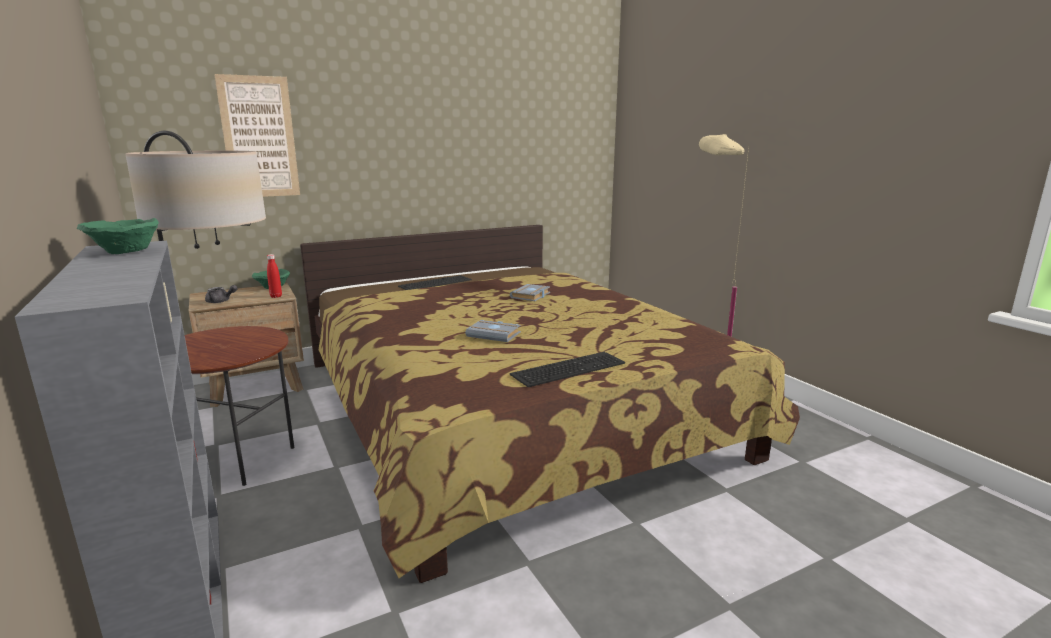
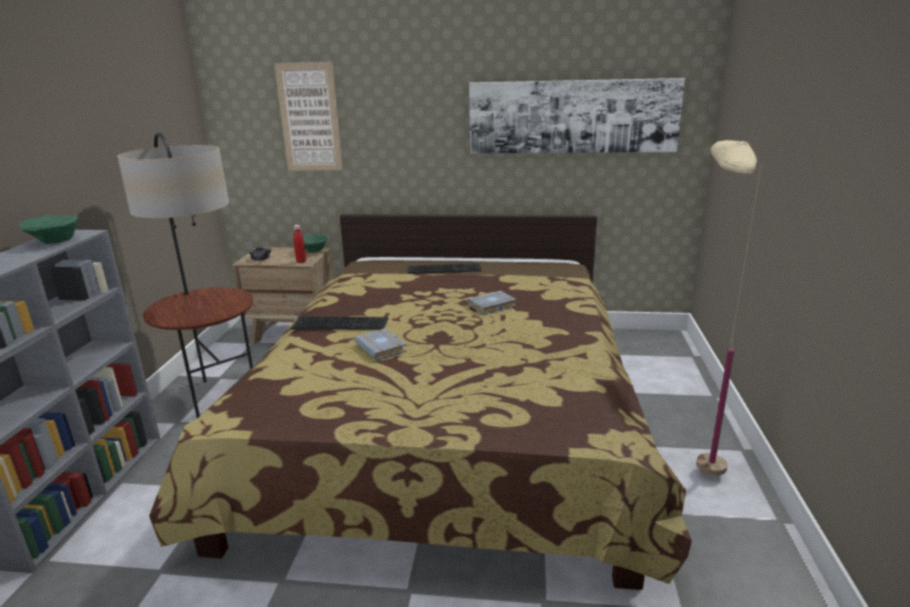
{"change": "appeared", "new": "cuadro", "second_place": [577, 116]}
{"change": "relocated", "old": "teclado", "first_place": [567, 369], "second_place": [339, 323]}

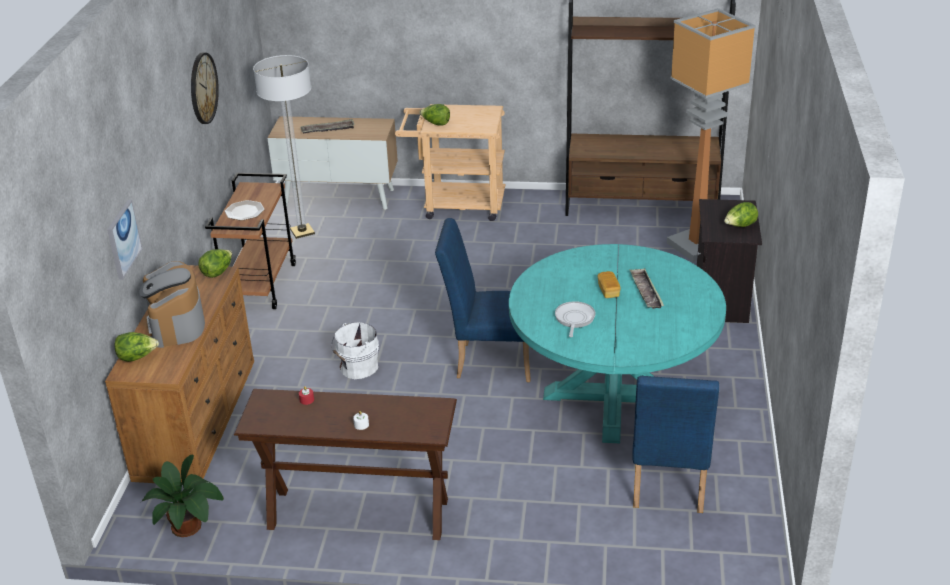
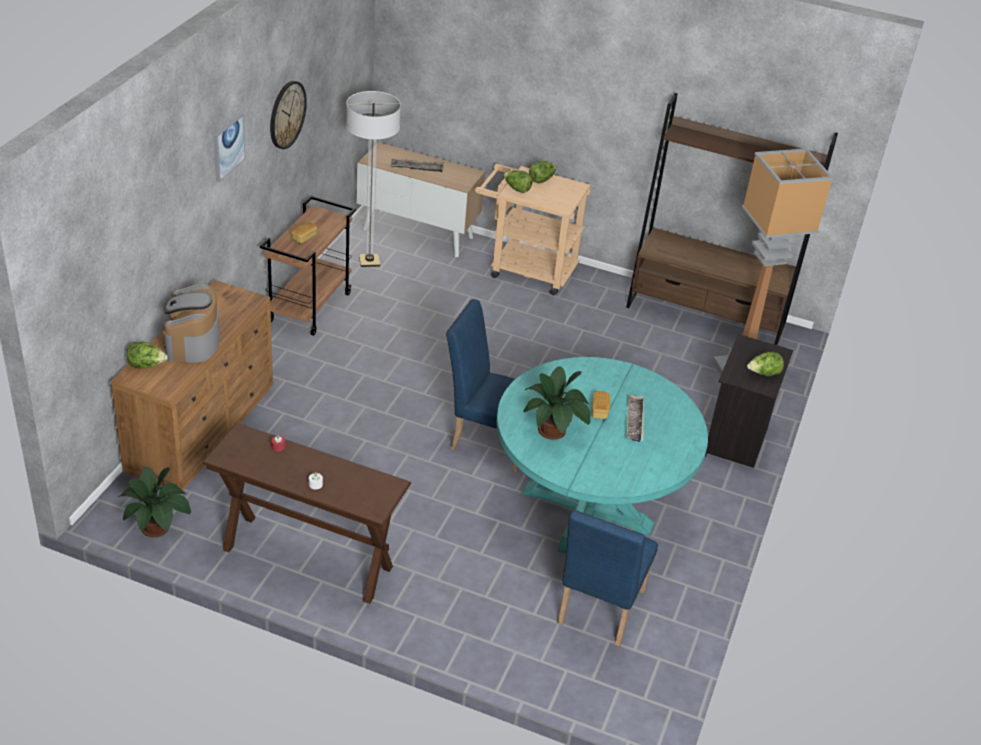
{"change": "missing", "old": "cubo/blanco", "first_place": [355, 350]}
{"change": "relocated", "old": "cuadro", "first_place": [125, 240], "second_place": [229, 147]}
{"change": "relocated", "old": "lechuga", "first_place": [215, 263], "second_place": [542, 172]}
{"change": "exchanged", "old": "plato", "new": "pan", "first_place": [245, 210], "second_place": [304, 232]}
{"change": "exchanged", "old": "sartén", "new": "planta en maceta", "first_place": [575, 319], "second_place": [557, 403]}

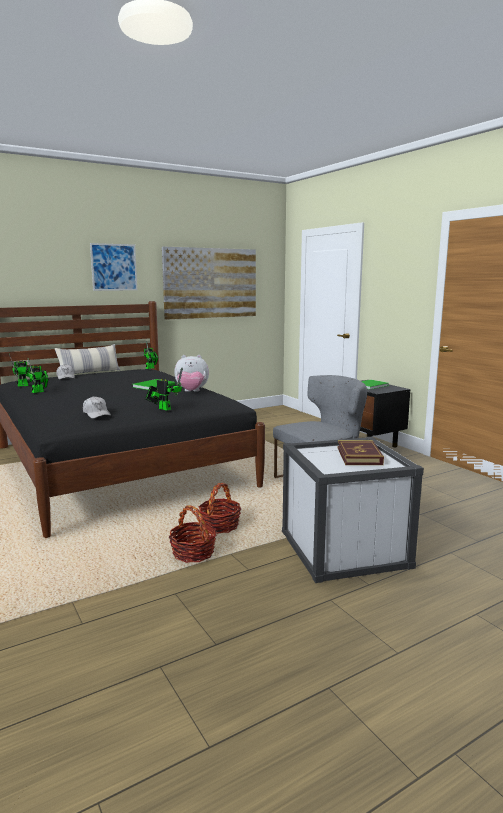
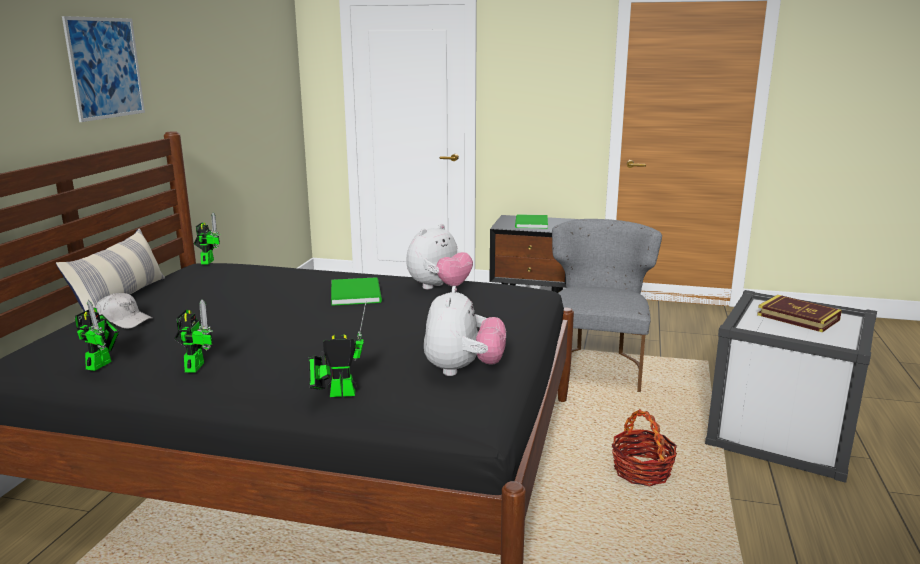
{"change": "missing", "old": "cuadro", "first_place": [209, 283]}
{"change": "missing", "old": "cesta", "first_place": [193, 534]}
{"change": "relocated", "old": "robot de juguete", "first_place": [164, 389], "second_place": [337, 349]}
{"change": "exchanged", "old": "gorra/blanco", "new": "peluche", "first_place": [97, 407], "second_place": [465, 331]}

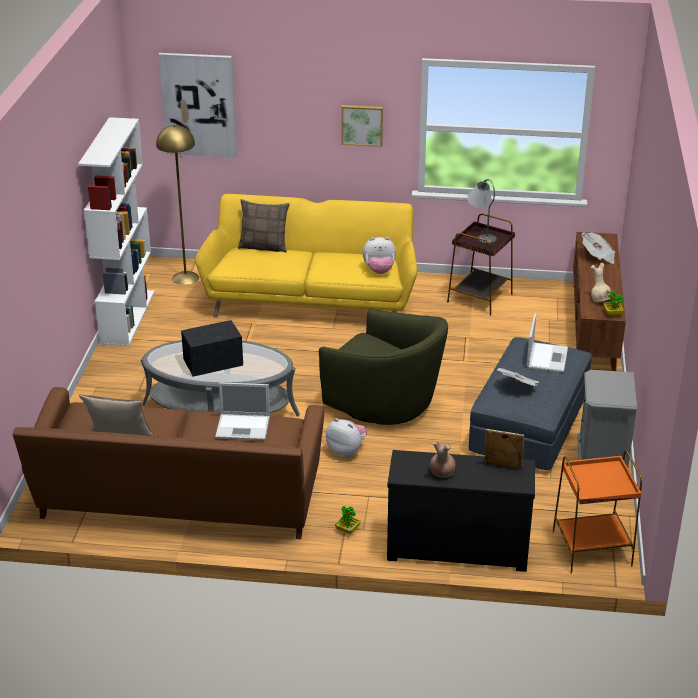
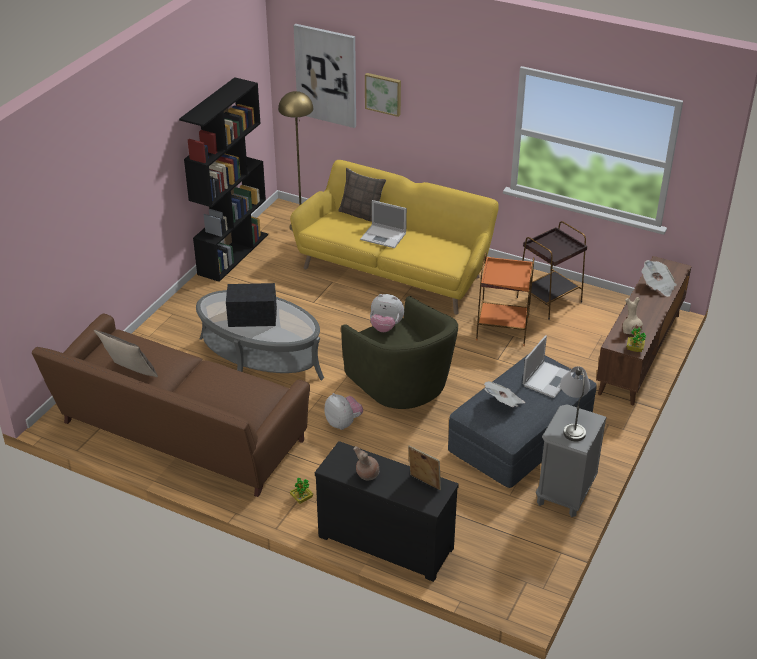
{"change": "relocated", "old": "portátil", "first_place": [242, 411], "second_place": [383, 224]}
{"change": "relocated", "old": "cuadro", "first_place": [362, 126], "second_place": [383, 95]}
{"change": "relocated", "old": "peluche", "first_place": [379, 255], "second_place": [387, 313]}
{"change": "relocated", "old": "lámpara de mesa/gris", "first_place": [481, 212], "second_place": [575, 404]}
{"change": "relocated", "old": "mesa auxiliar/naranja", "first_place": [597, 512], "second_place": [505, 299]}
{"change": "colour", "old": "estantería/blanco", "new": "estantería/negro", "first_place": [116, 231], "second_place": [223, 179]}

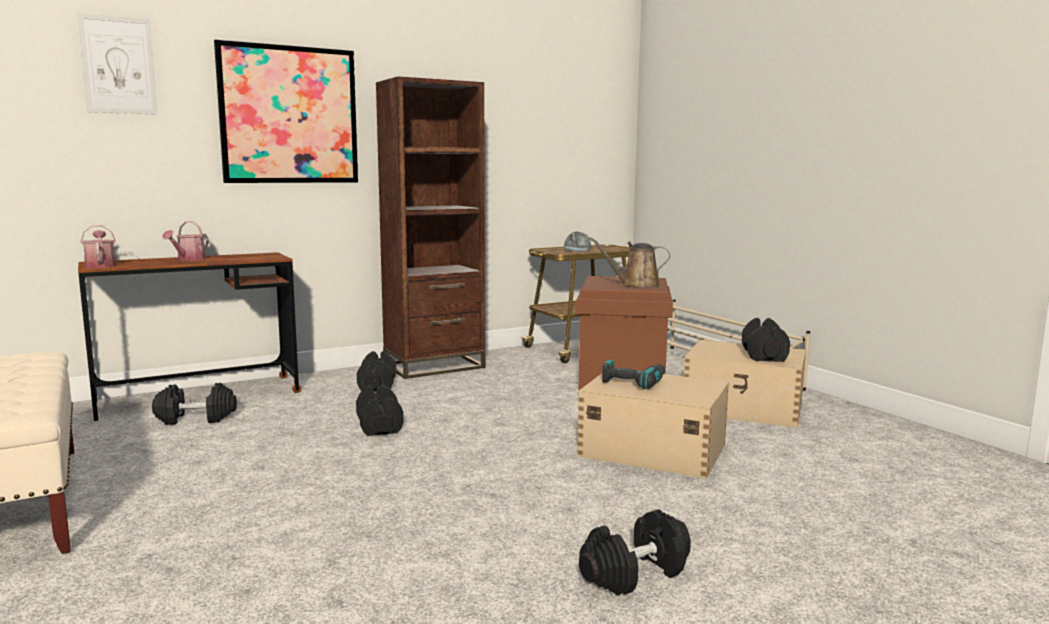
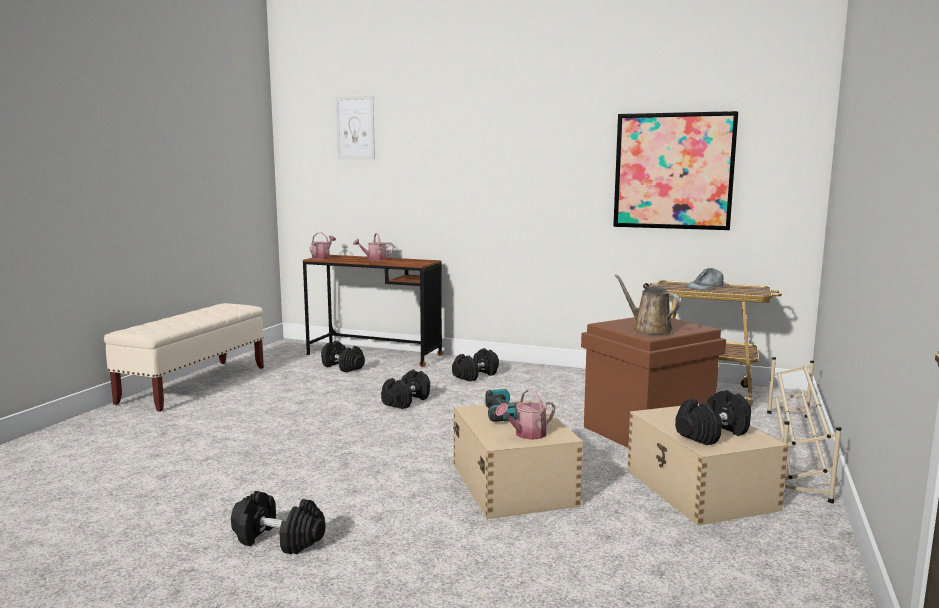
{"change": "missing", "old": "estantería/marrón", "first_place": [430, 228]}
{"change": "appeared", "new": "regadera", "second_place": [525, 414]}
{"change": "relocated", "old": "cuadro", "first_place": [286, 111], "second_place": [675, 170]}

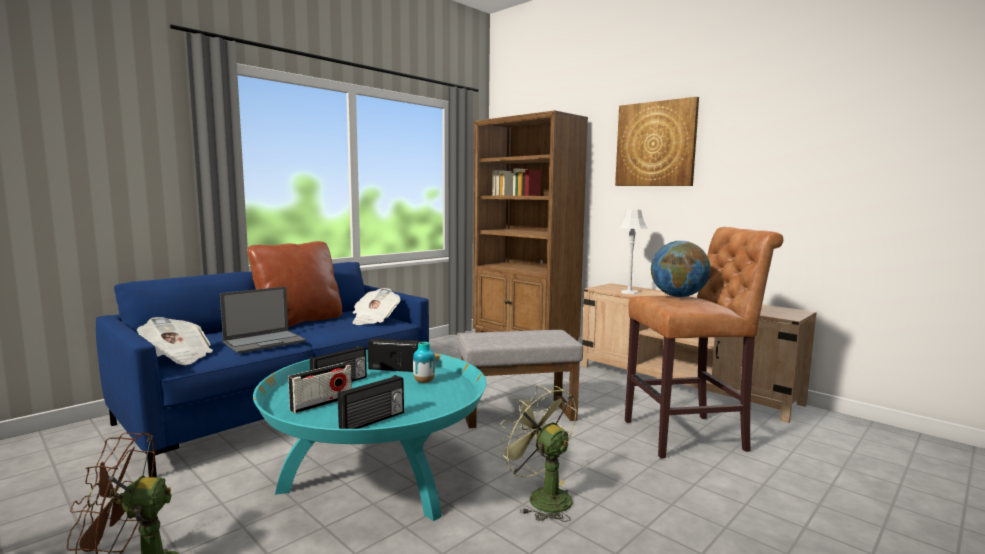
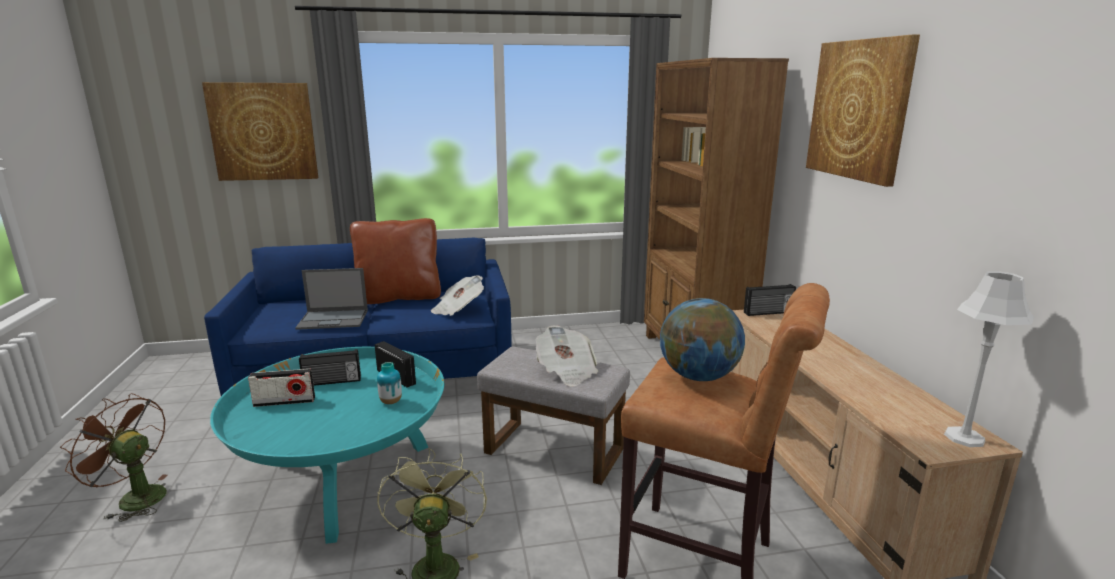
{"change": "appeared", "new": "cuadro", "second_place": [260, 131]}
{"change": "relocated", "old": "periódico", "first_place": [175, 341], "second_place": [567, 356]}
{"change": "relocated", "old": "radio", "first_place": [371, 402], "second_place": [770, 300]}
{"change": "relocated", "old": "lámpara de mesa/gris", "first_place": [633, 251], "second_place": [989, 359]}

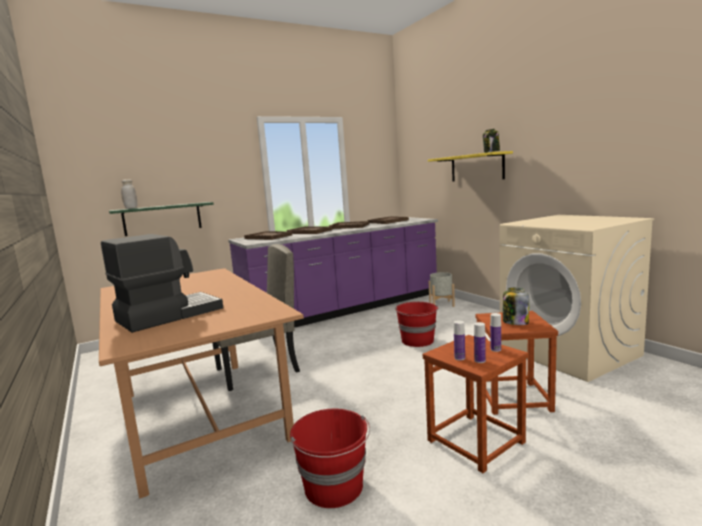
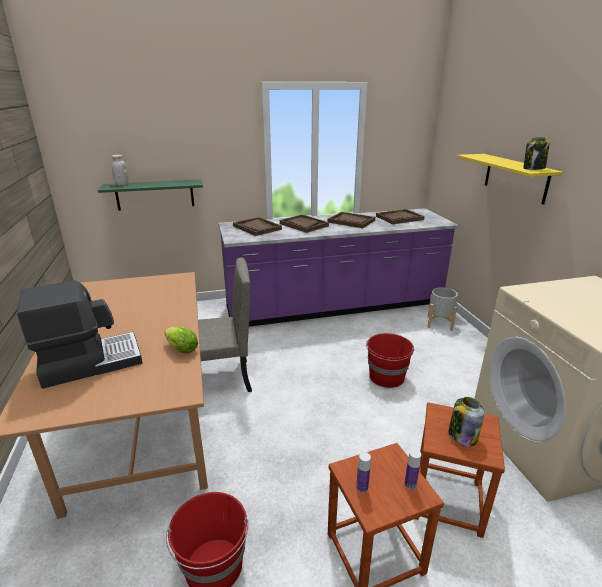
{"change": "missing", "old": "botella", "first_place": [480, 342]}
{"change": "appeared", "new": "lechuga", "second_place": [181, 340]}

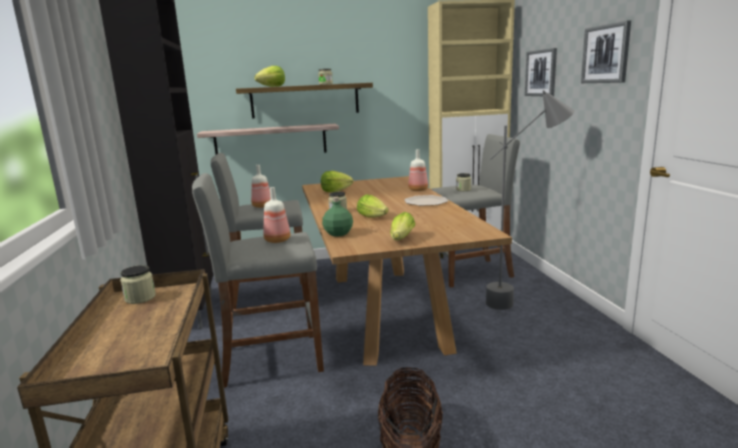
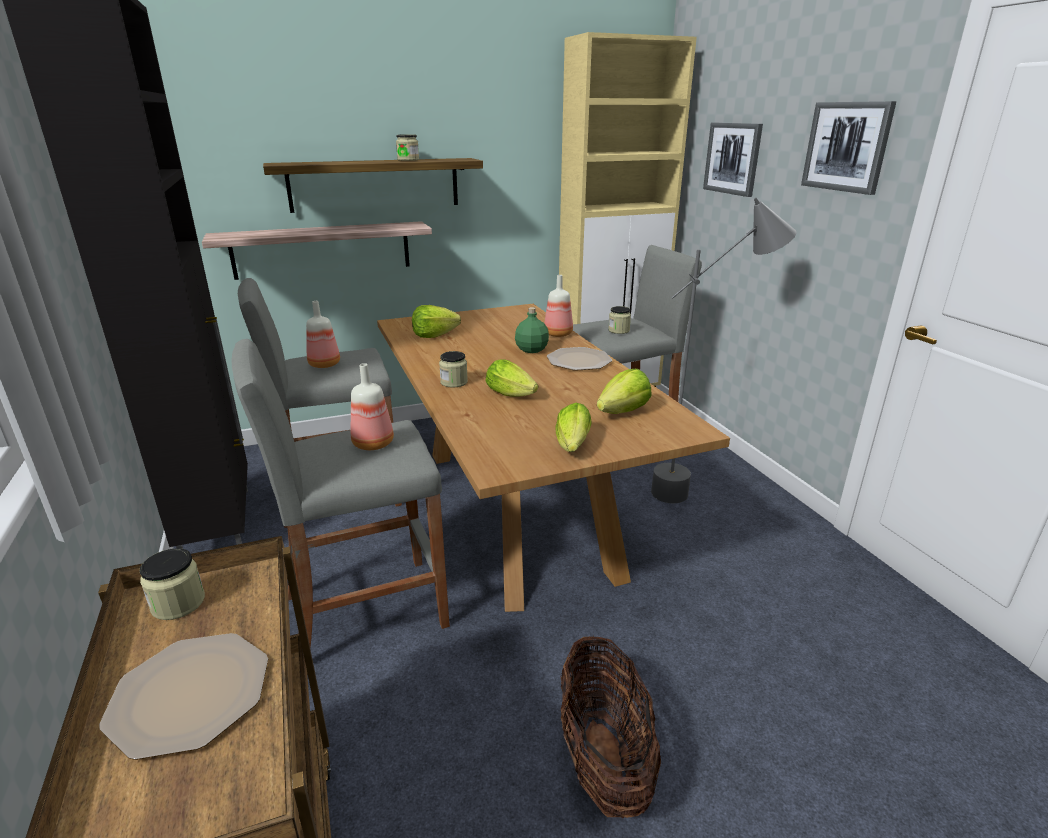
{"change": "appeared", "new": "plato", "second_place": [183, 696]}
{"change": "relocated", "old": "lechuga", "first_place": [270, 76], "second_place": [624, 391]}
{"change": "relocated", "old": "botella/verde", "first_place": [337, 217], "second_place": [532, 330]}

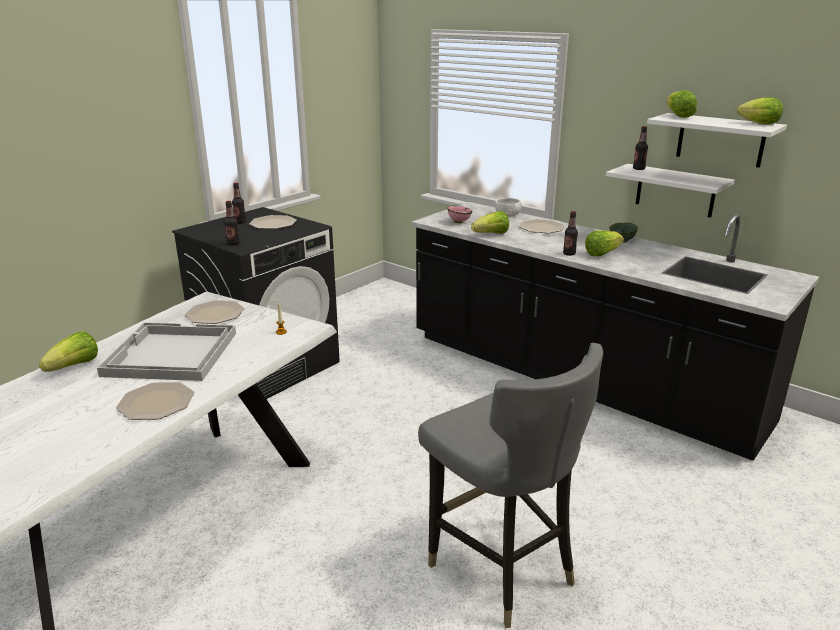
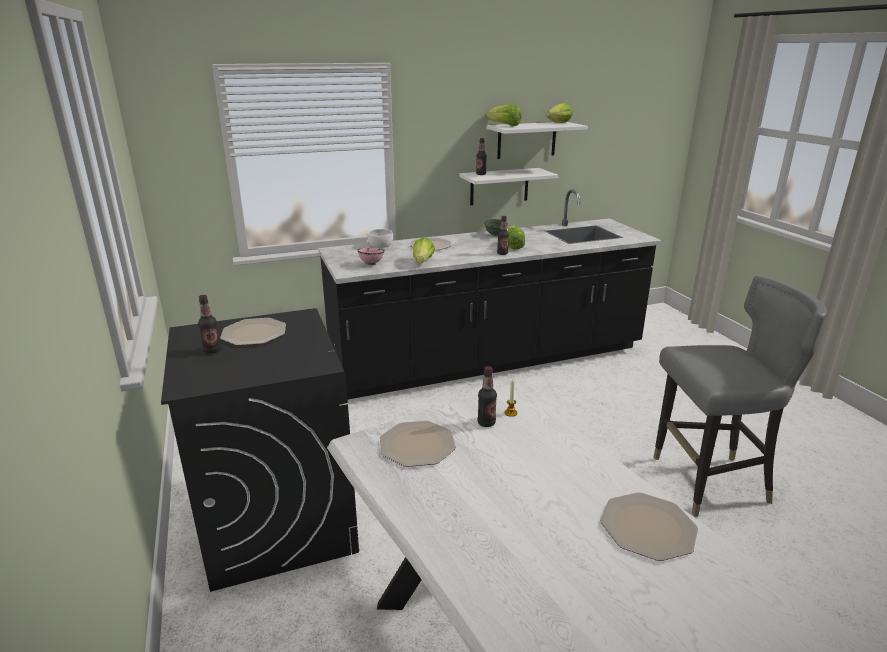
{"change": "missing", "old": "lechuga", "first_place": [68, 351]}
{"change": "missing", "old": "bandeja/blanco", "first_place": [166, 351]}
{"change": "relocated", "old": "botella", "first_place": [232, 223], "second_place": [487, 396]}

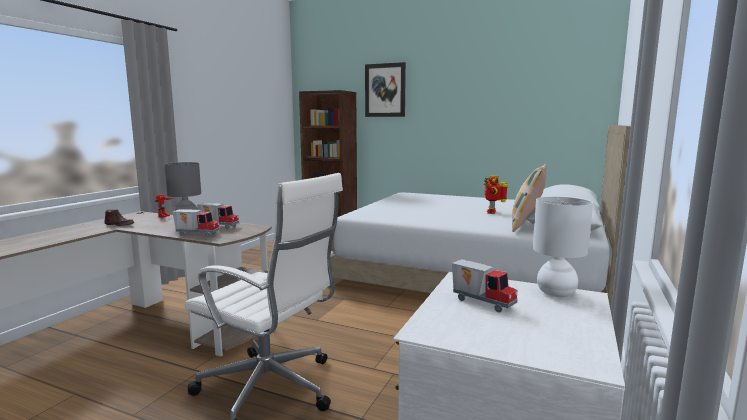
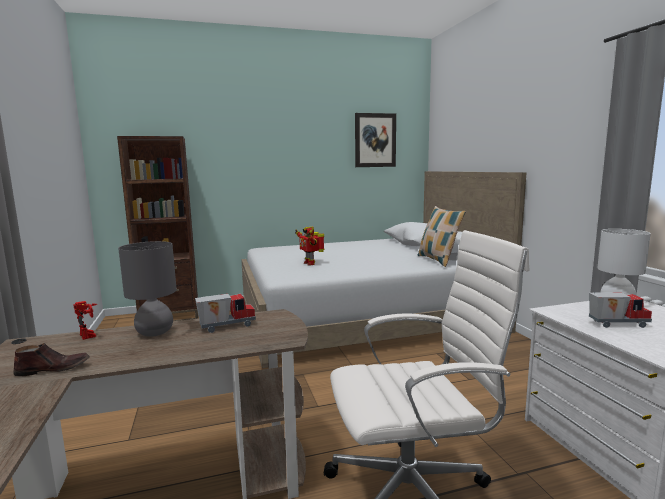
{"change": "missing", "old": "camión de juguete", "first_place": [196, 223]}
{"change": "relocated", "old": "cuadro", "first_place": [385, 89], "second_place": [375, 140]}
{"change": "relocated", "old": "robot de juguete", "first_place": [496, 195], "second_place": [310, 246]}

